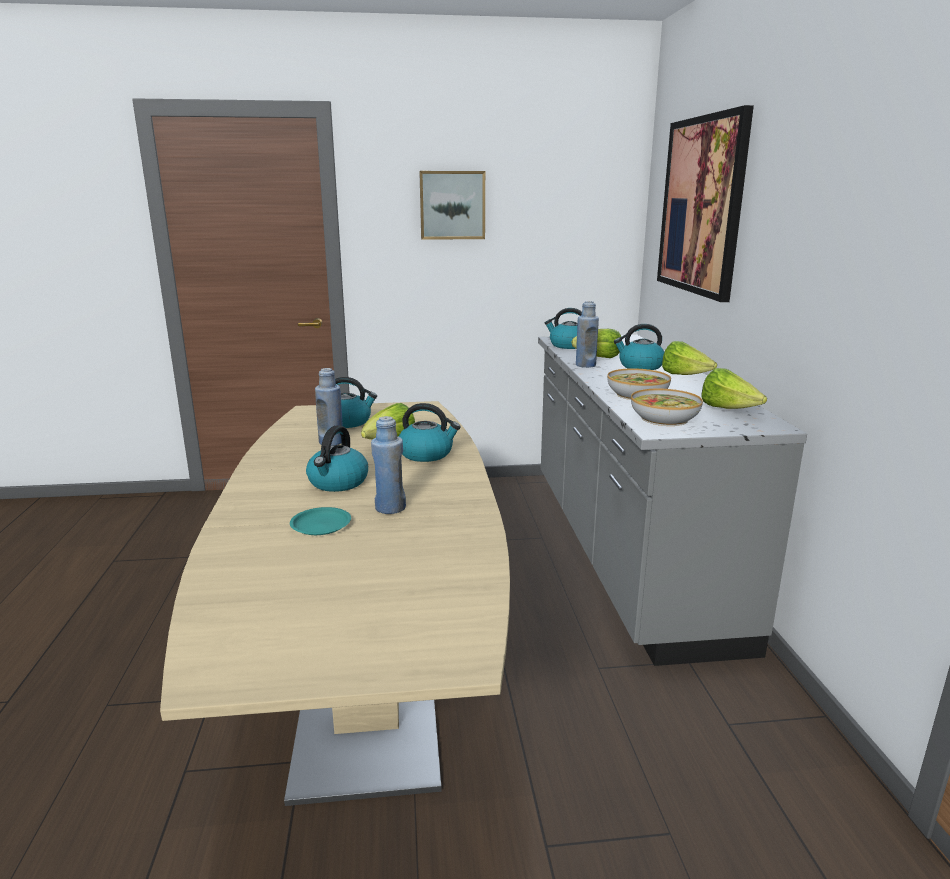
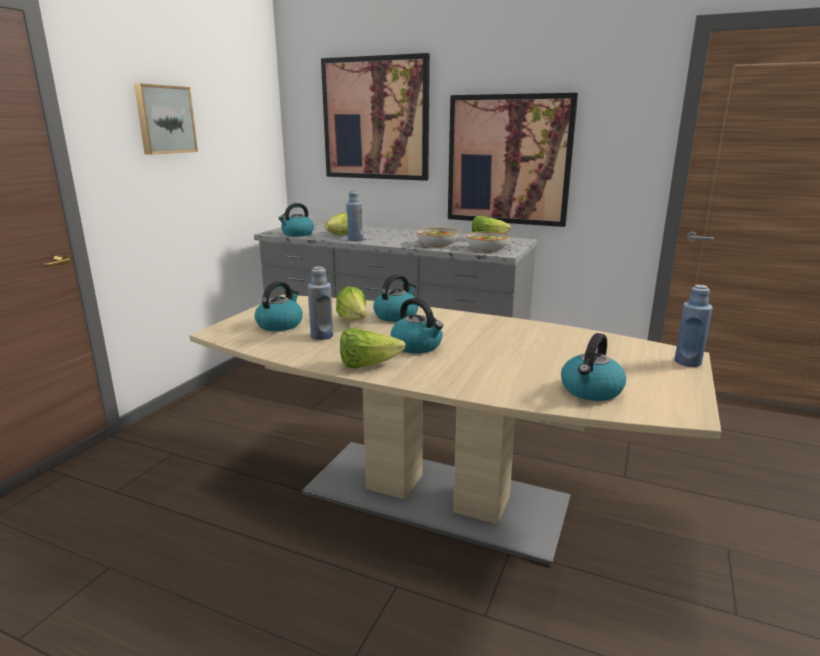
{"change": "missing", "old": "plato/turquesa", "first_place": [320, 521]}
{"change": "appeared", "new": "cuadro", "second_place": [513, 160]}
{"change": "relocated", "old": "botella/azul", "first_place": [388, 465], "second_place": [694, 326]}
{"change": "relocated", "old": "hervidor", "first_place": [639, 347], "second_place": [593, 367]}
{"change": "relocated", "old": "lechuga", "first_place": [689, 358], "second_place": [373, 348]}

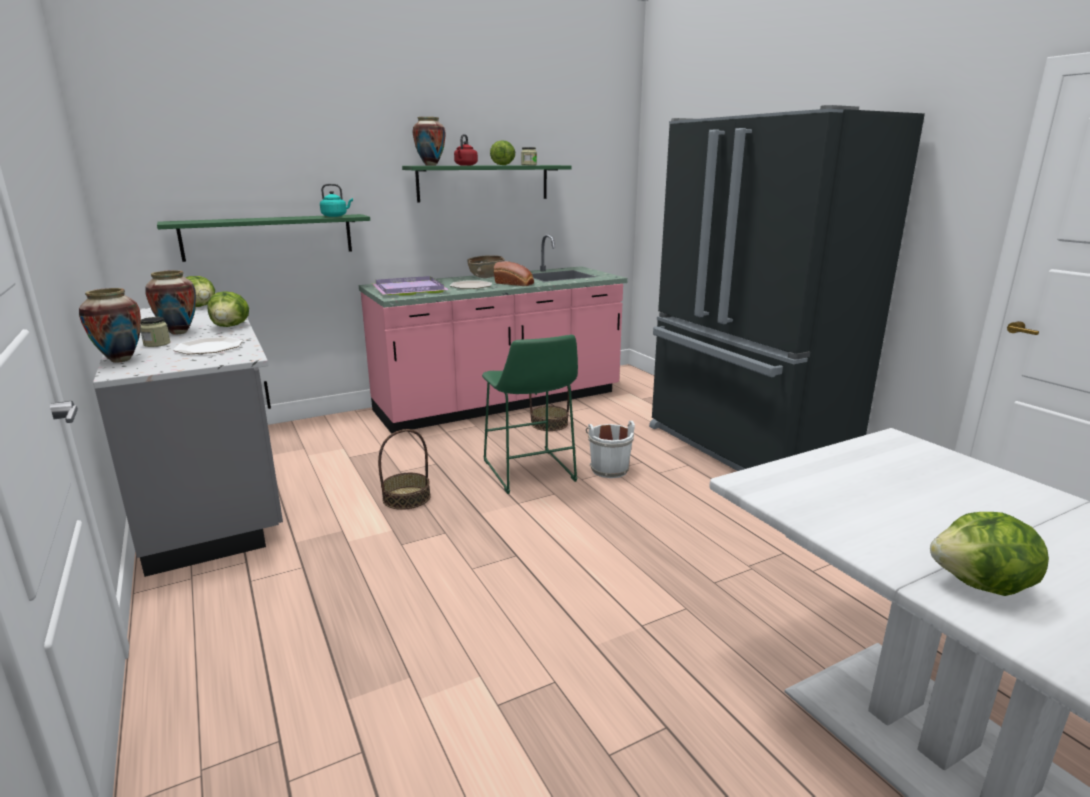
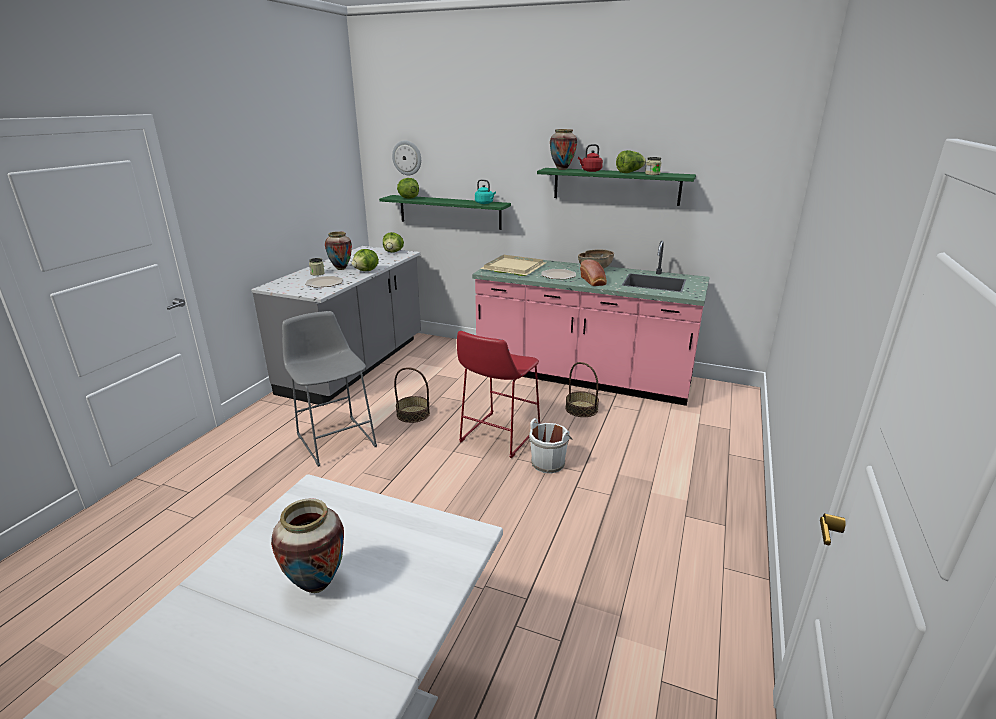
{"change": "missing", "old": "nevera/negro", "first_place": [787, 288]}
{"change": "appeared", "new": "taburete/gris", "second_place": [329, 389]}
{"change": "appeared", "new": "reloj de pared", "second_place": [406, 158]}
{"change": "relocated", "old": "florero", "first_place": [110, 325], "second_place": [307, 545]}
{"change": "relocated", "old": "lechuga", "first_place": [989, 554], "second_place": [408, 188]}
{"change": "colour", "old": "bandeja/morado", "new": "bandeja/beis", "first_place": [410, 285], "second_place": [513, 265]}
{"change": "colour", "old": "taburete/verde", "new": "taburete/rojo", "first_place": [530, 414], "second_place": [499, 394]}

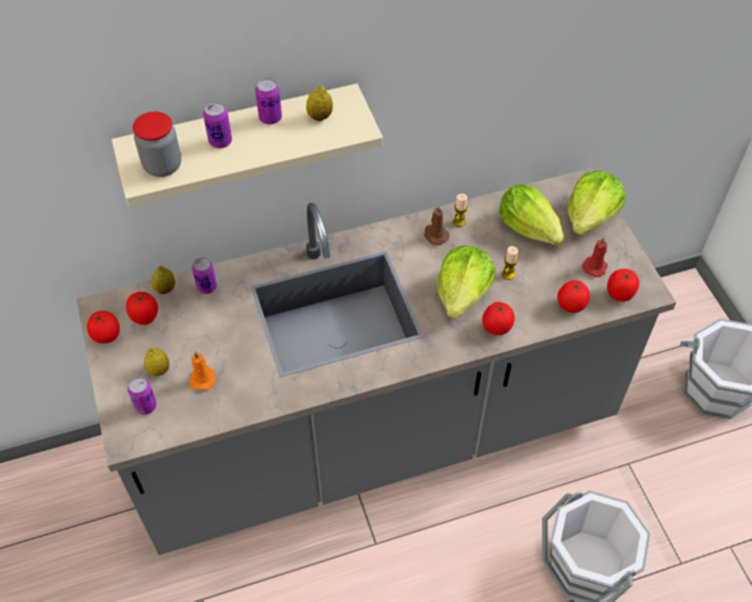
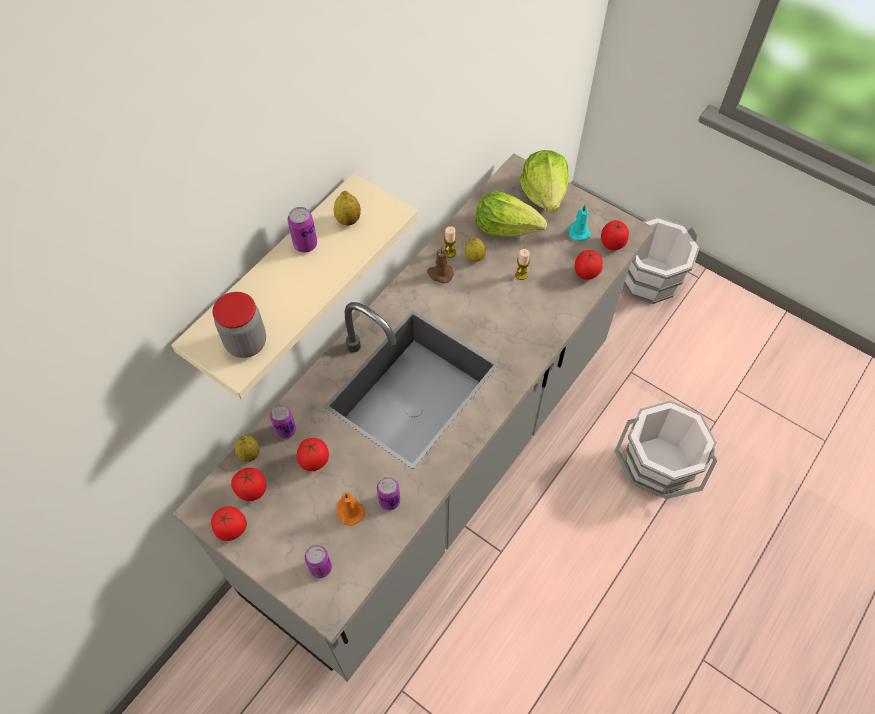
{"change": "missing", "old": "lechuga", "first_place": [466, 282]}
{"change": "relocated", "old": "limón", "first_place": [156, 362], "second_place": [475, 249]}
{"change": "relocated", "old": "lata", "first_place": [217, 125], "second_place": [388, 493]}
{"change": "relocated", "old": "tomate", "first_place": [498, 318], "second_place": [313, 454]}
{"change": "colour", "old": "vela/rojo", "new": "vela/turquesa", "first_place": [595, 257], "second_place": [579, 223]}

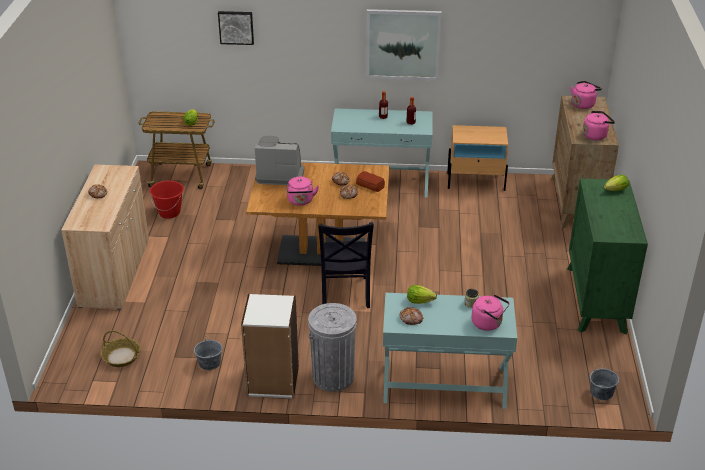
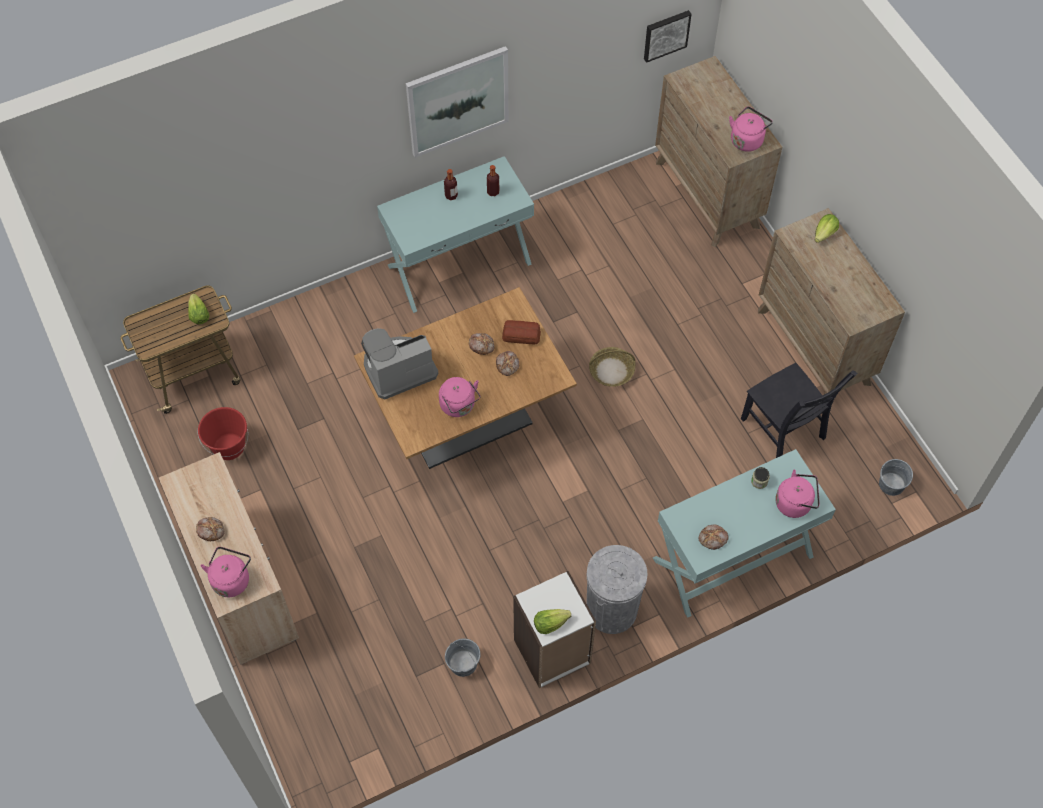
{"change": "missing", "old": "mesita de noche/beis", "first_place": [477, 158]}
{"change": "relocated", "old": "cesta", "first_place": [120, 348], "second_place": [612, 367]}
{"change": "relocated", "old": "cuadro", "first_place": [236, 28], "second_place": [668, 36]}
{"change": "relocated", "old": "silla/negro", "first_place": [346, 265], "second_place": [799, 410]}
{"change": "relocated", "old": "lechuga", "first_place": [422, 294], "second_place": [552, 621]}
{"change": "relocated", "old": "hervidor/rosa", "first_place": [586, 95], "second_place": [226, 572]}
{"change": "colour", "old": "cómoda/verde", "new": "cómoda/marrón", "first_place": [607, 257], "second_place": [831, 301]}

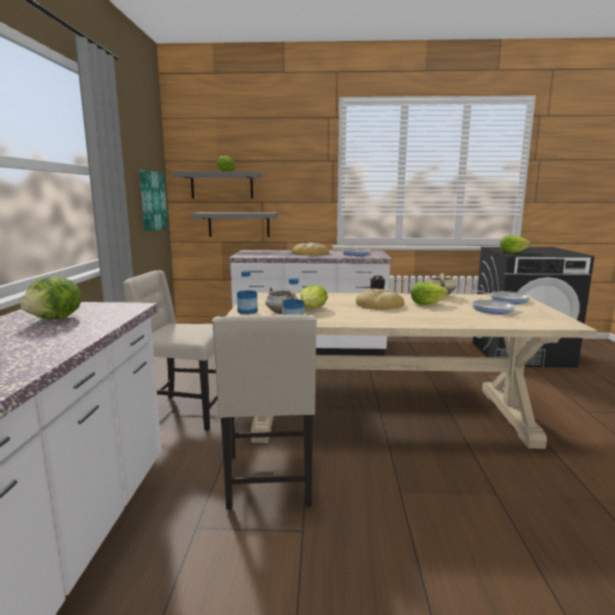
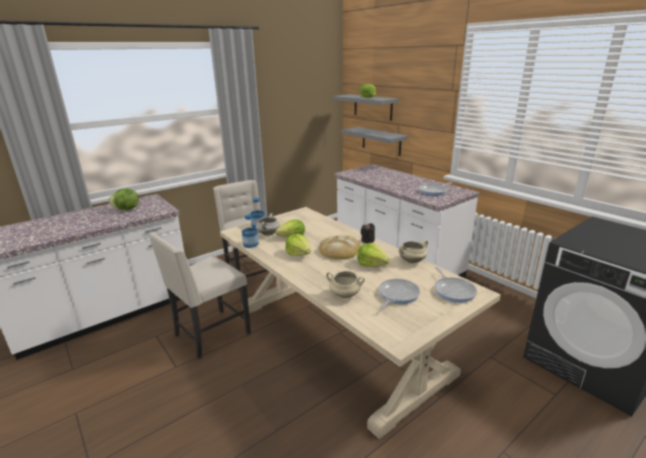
{"change": "missing", "old": "cuadro", "first_place": [153, 201]}
{"change": "missing", "old": "pan", "first_place": [310, 249]}
{"change": "appeared", "new": "olla/beis", "second_place": [345, 284]}
{"change": "relocated", "old": "lechuga", "first_place": [515, 244], "second_place": [297, 245]}

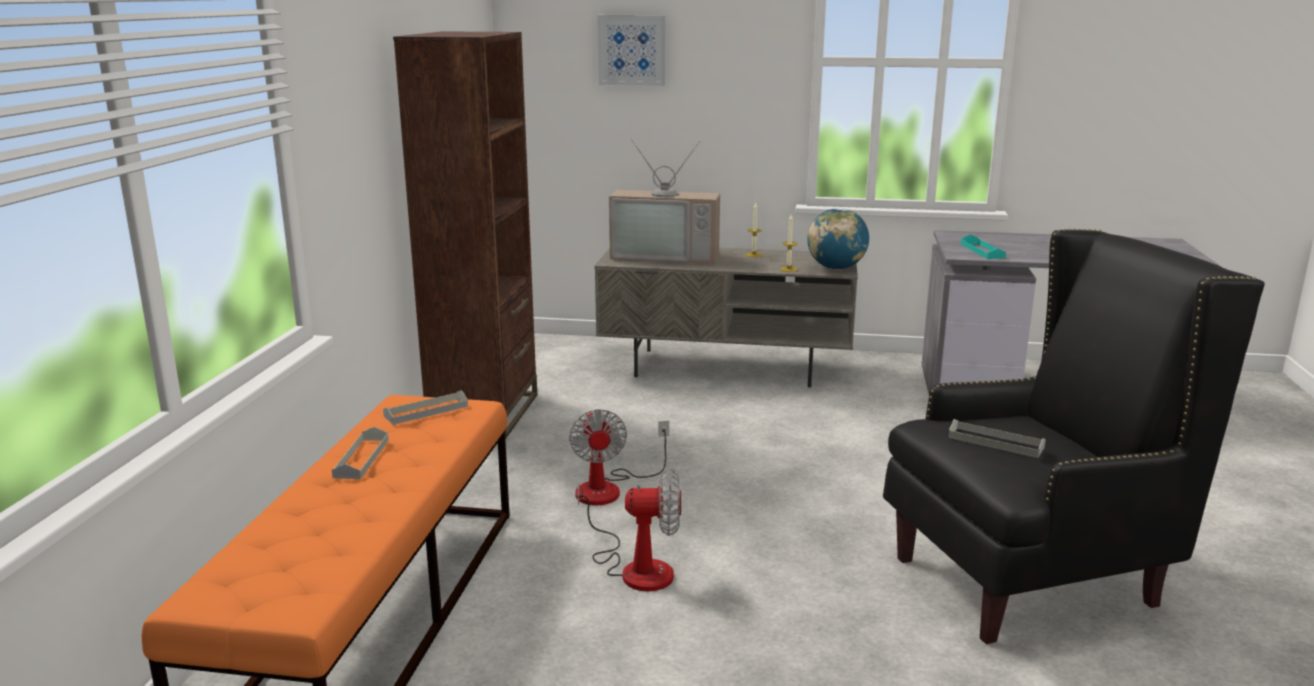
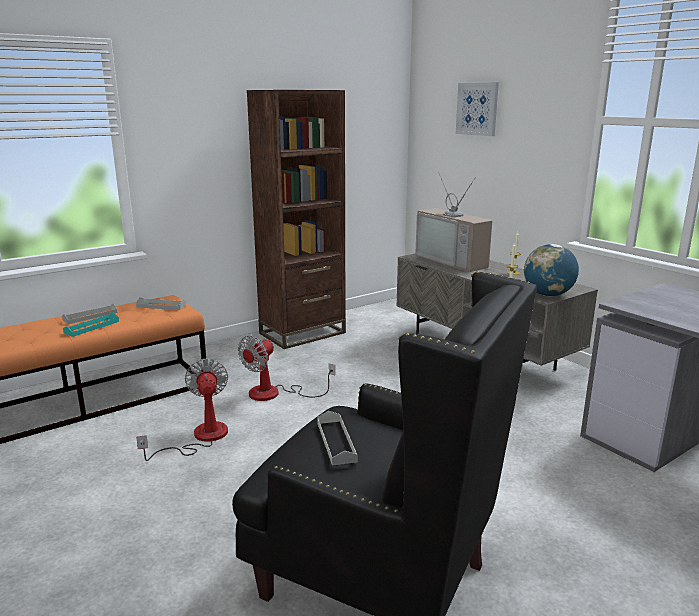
{"change": "relocated", "old": "bandeja/turquesa", "first_place": [983, 246], "second_place": [91, 324]}
{"change": "spun", "old": "ventilador", "first_place": [629, 530], "second_place": [182, 410], "degrees": -150}

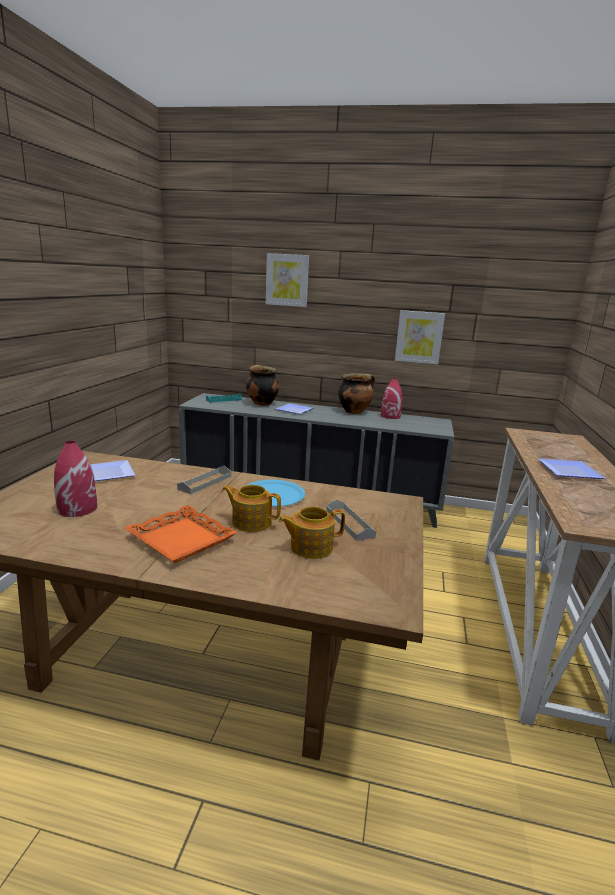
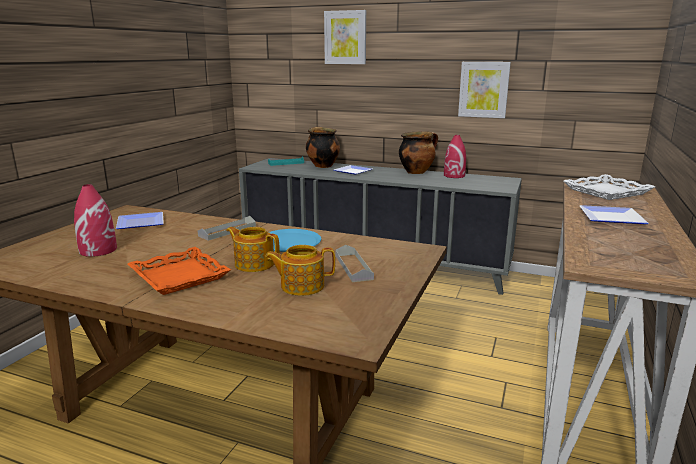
{"change": "appeared", "new": "bandeja/blanco", "second_place": [609, 187]}

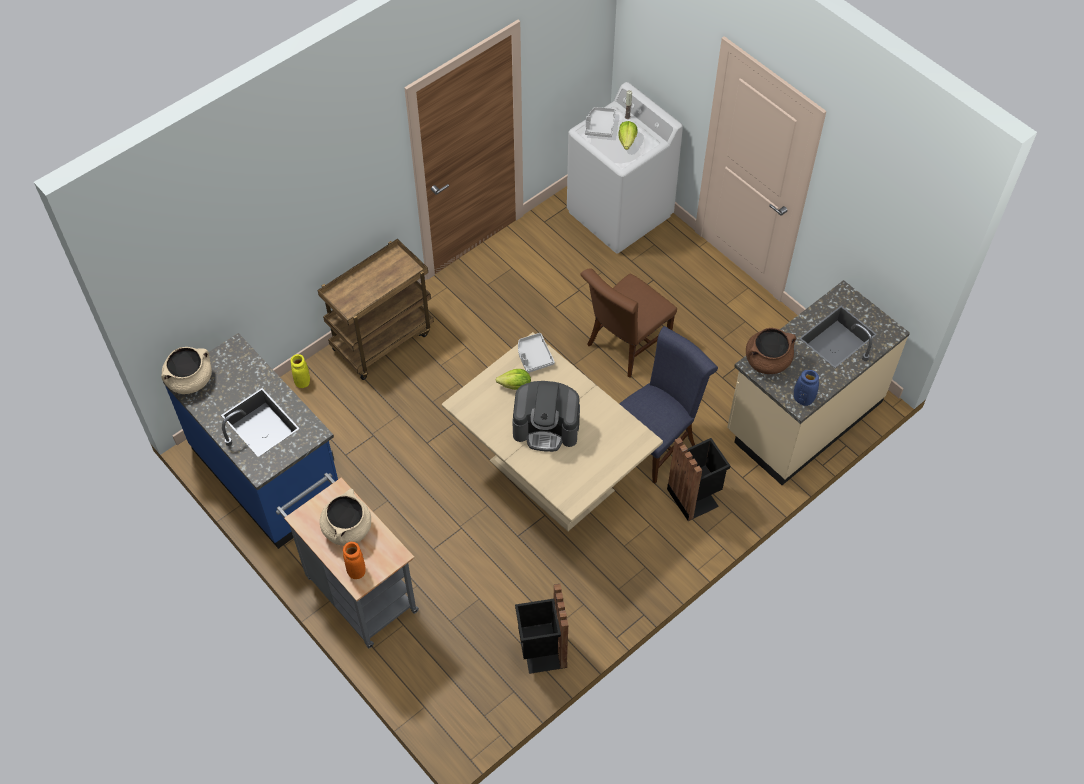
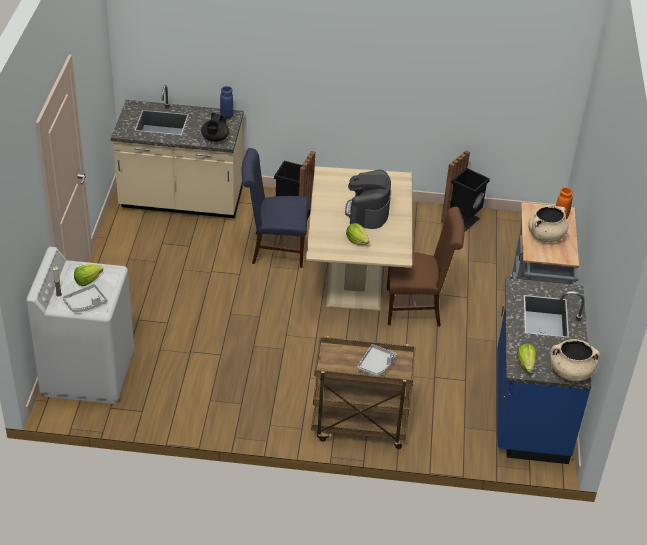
{"change": "missing", "old": "florero/amarillo", "first_place": [300, 371]}
{"change": "appeared", "new": "lechuga", "second_place": [526, 358]}
{"change": "relocated", "old": "bandeja/gris", "first_place": [536, 353], "second_place": [377, 360]}
{"change": "relocated", "old": "silla/marrón", "first_place": [628, 323], "second_place": [426, 266]}
{"change": "exchanged", "old": "olla/marrón", "new": "tetera/negro", "first_place": [771, 351], "second_place": [215, 127]}
{"change": "spun", "old": "cafetera", "first_place": [546, 416], "second_place": [368, 199], "degrees": -135}

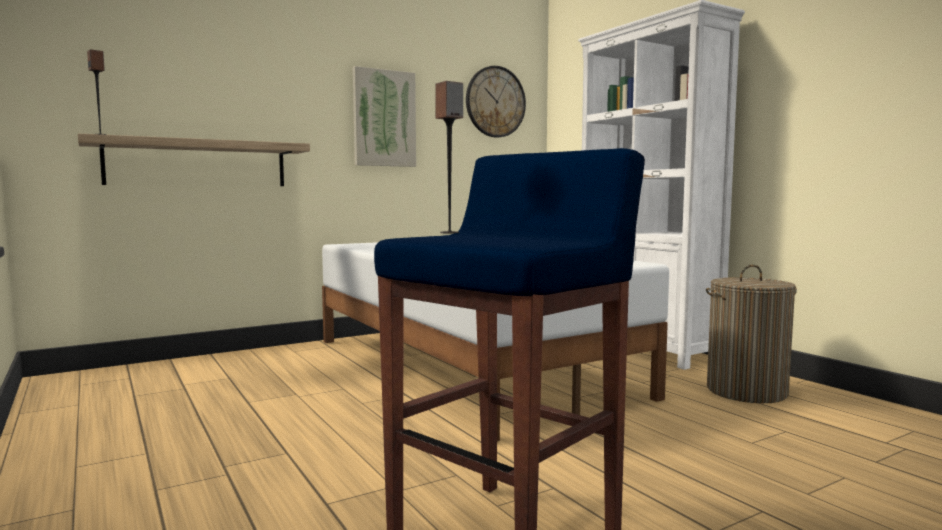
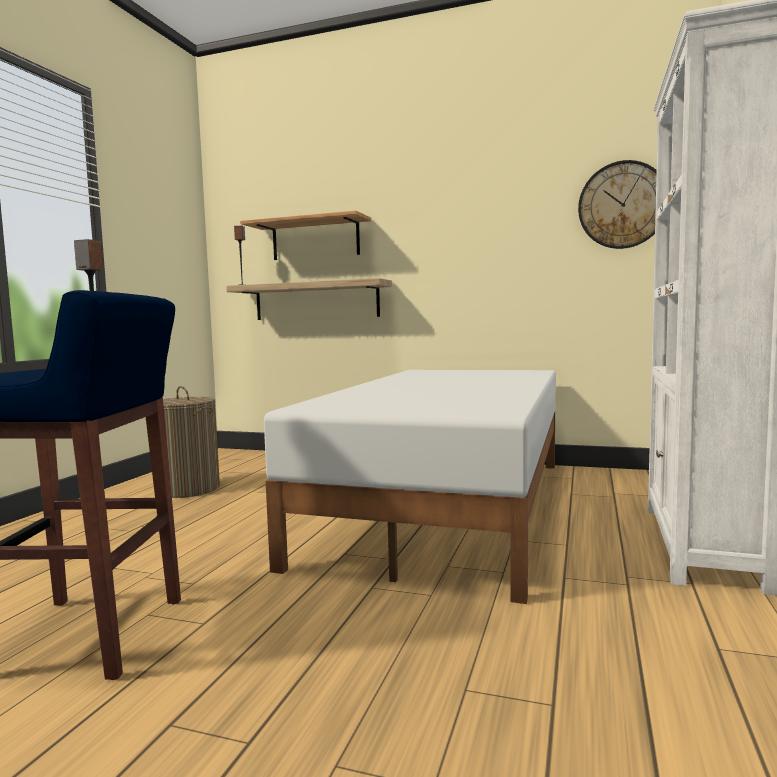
{"change": "missing", "old": "cuadro", "first_place": [384, 116]}
{"change": "appeared", "new": "estante", "second_place": [305, 235]}
{"change": "relocated", "old": "cesto de la ropa", "first_place": [751, 333], "second_place": [191, 442]}

